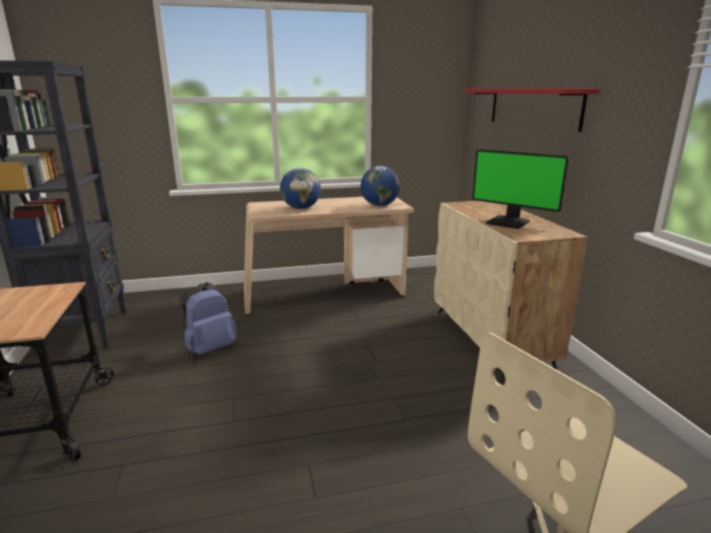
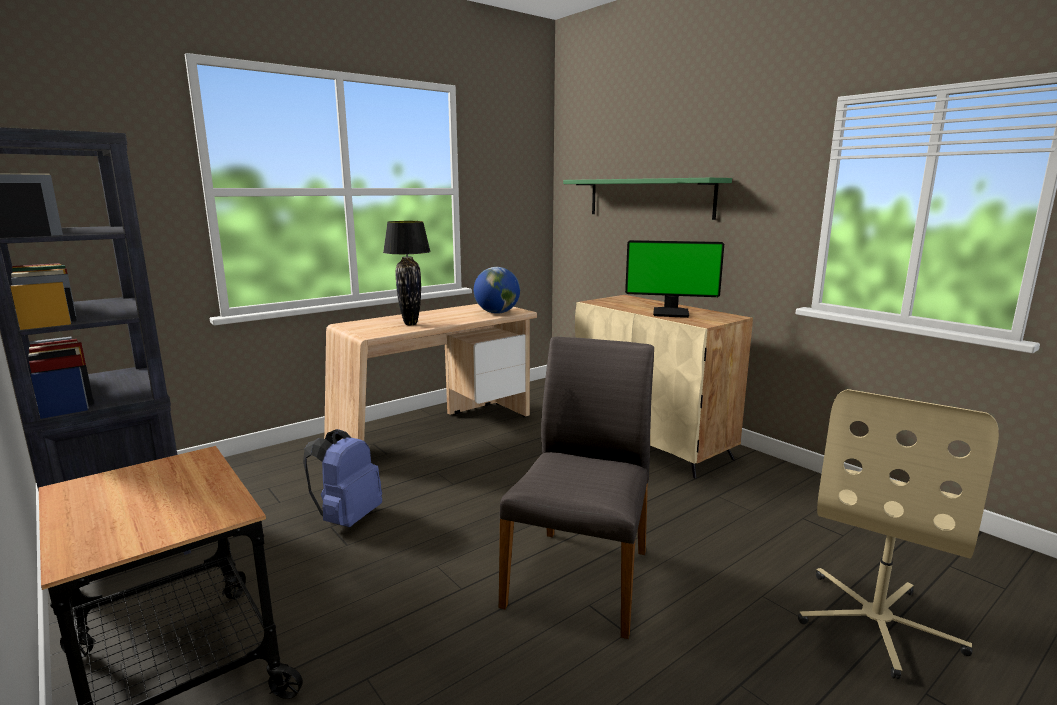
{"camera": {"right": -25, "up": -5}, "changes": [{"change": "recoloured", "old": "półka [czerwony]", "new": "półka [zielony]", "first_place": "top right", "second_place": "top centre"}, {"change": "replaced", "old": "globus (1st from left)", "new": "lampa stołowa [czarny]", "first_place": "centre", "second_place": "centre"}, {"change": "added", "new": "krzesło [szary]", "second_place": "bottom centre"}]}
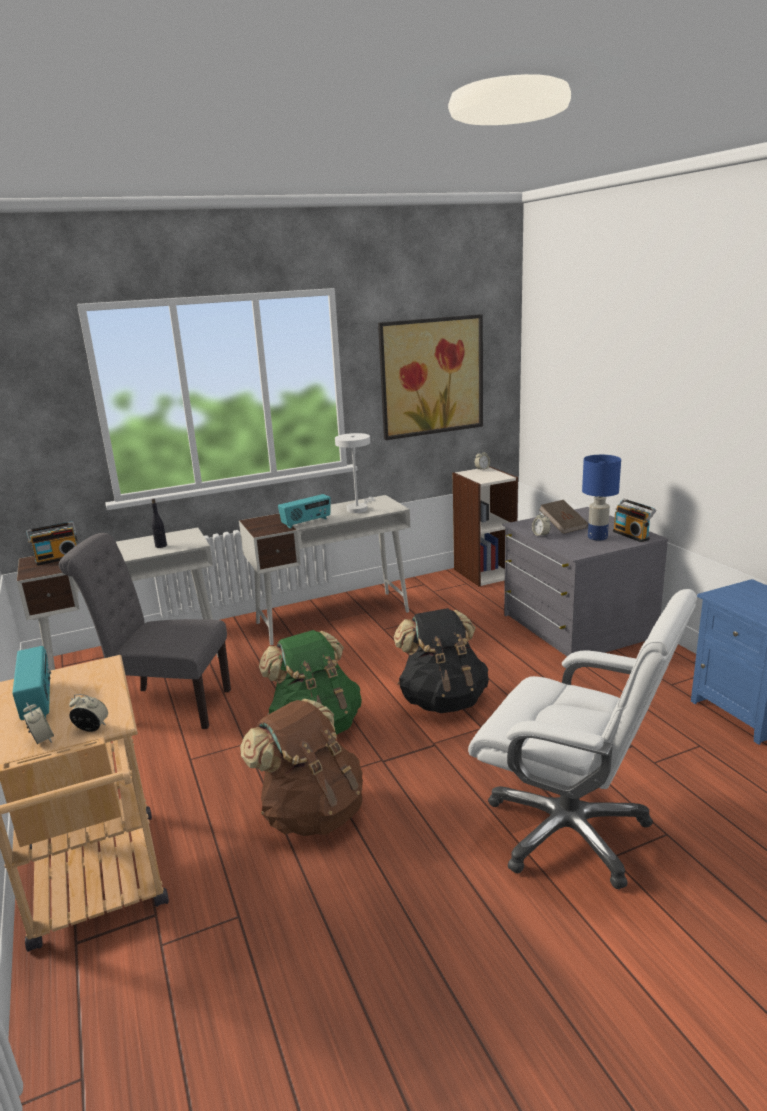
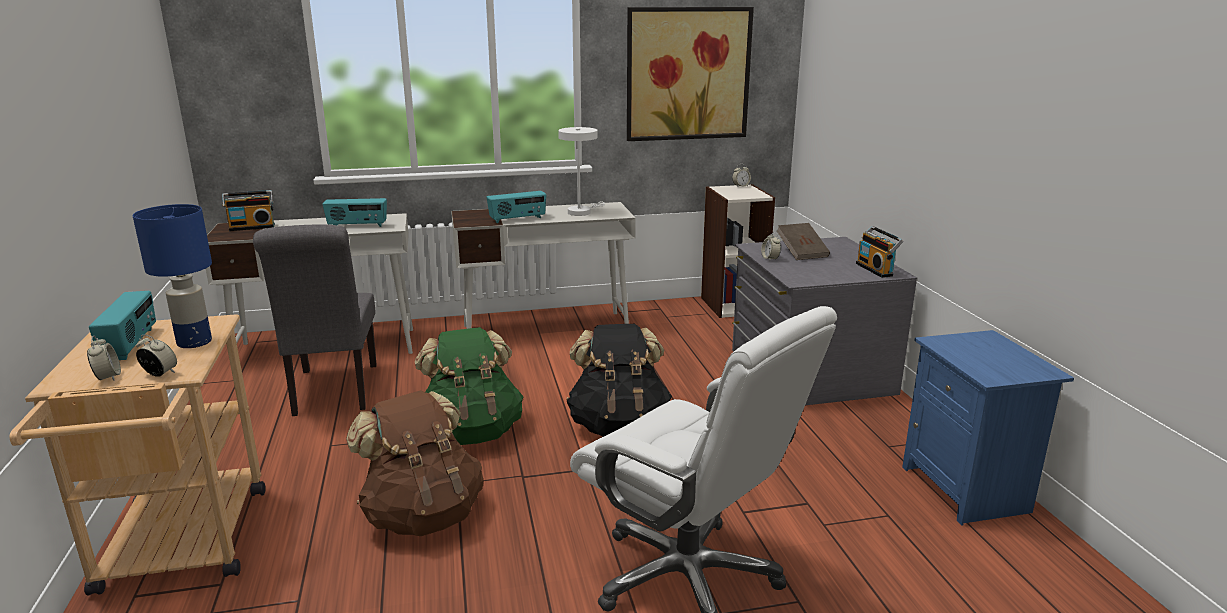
{"camera": {"right": 10, "up": 0}, "changes": [{"change": "moved", "old": "lampa stołowa [niebieski]", "first_place": "middle right", "second_place": "middle left"}, {"change": "replaced", "old": "butelka [czarny]", "new": "radio (3rd from left)", "first_place": "middle left", "second_place": "middle left"}, {"change": "turned", "old": "krzesło [szary]", "first_place": "middle left", "second_place": "middle left", "degrees": -120}]}
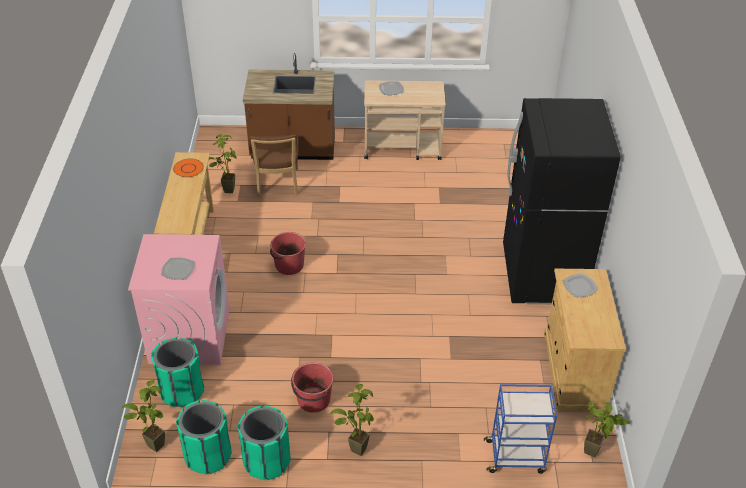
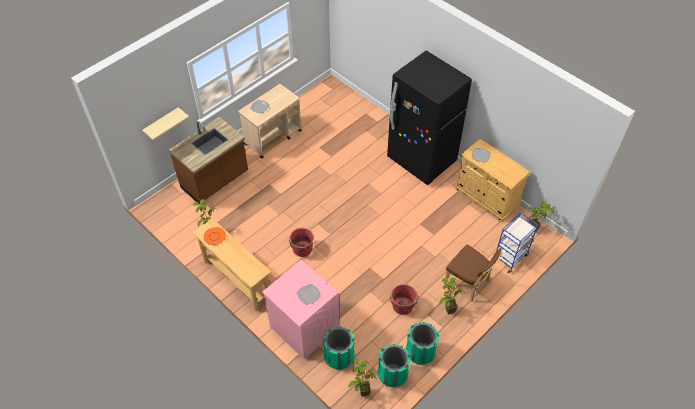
{"camera": {"right": -45, "up": 10}, "changes": [{"change": "moved", "old": "krzesło [brązowy]", "first_place": "centre", "second_place": "bottom right"}, {"change": "added", "new": "półka [beżowy]", "second_place": "top left"}]}
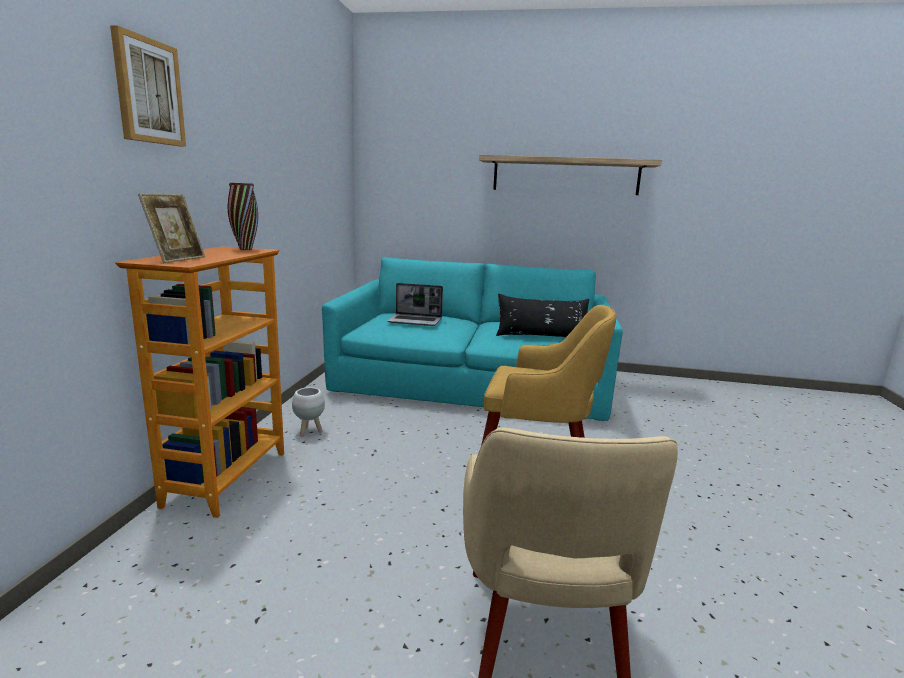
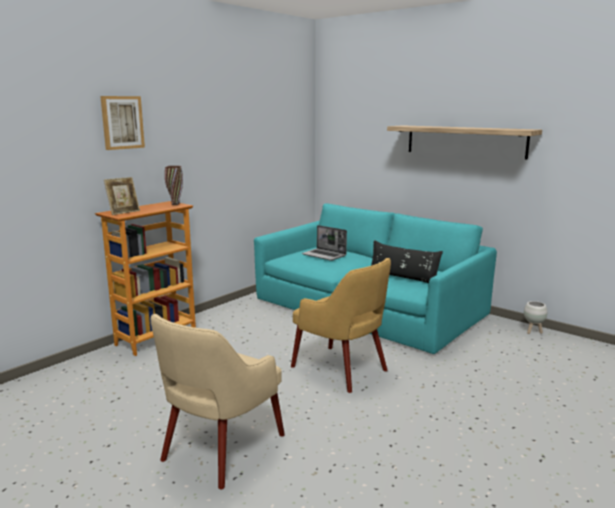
{"camera": {"right": 30, "up": 0}, "changes": [{"change": "moved", "old": "donica [biały]", "first_place": "centre", "second_place": "middle right"}]}
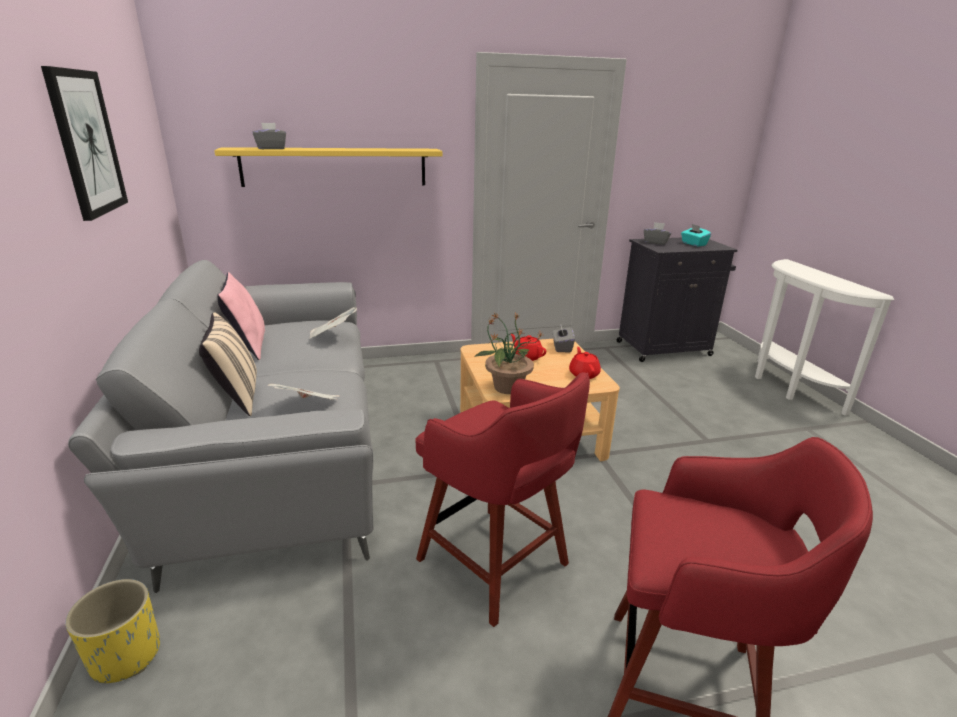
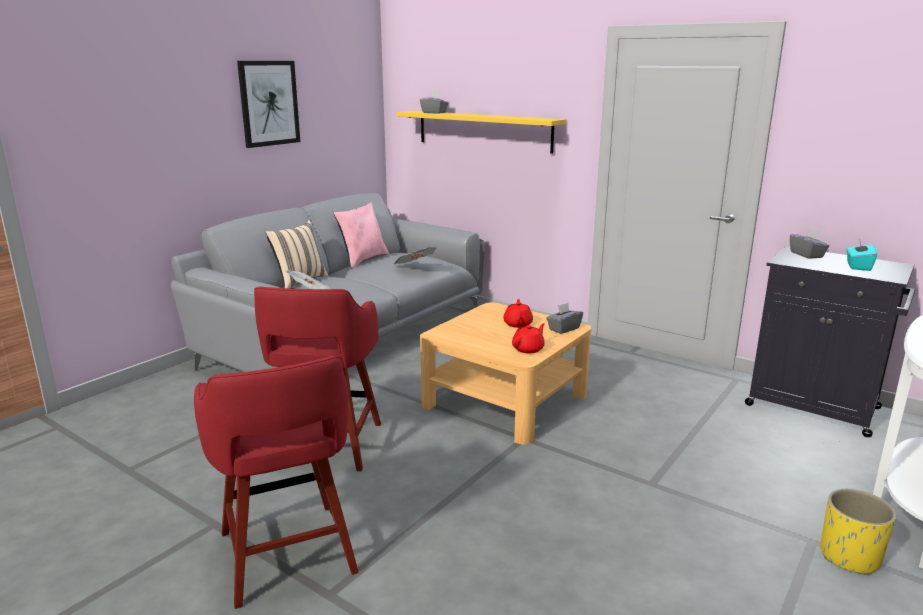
{"camera": {"right": 50, "up": -5}, "changes": [{"change": "removed", "old": "roślina doniczkowa", "first_place": "centre"}, {"change": "moved", "old": "donica [żółty]", "first_place": "bottom left", "second_place": "bottom right"}]}
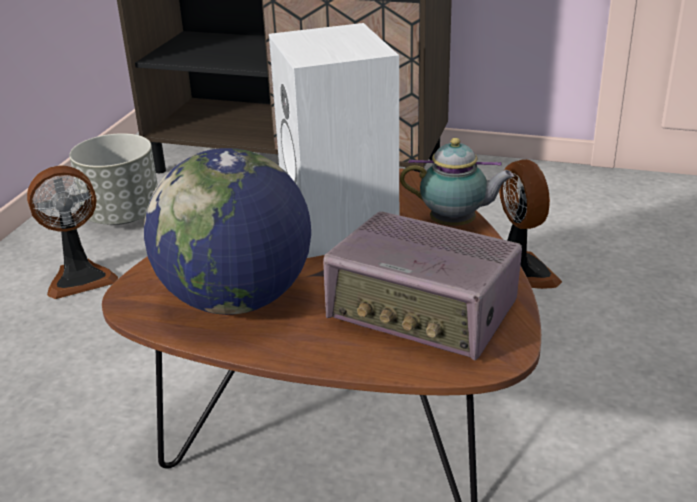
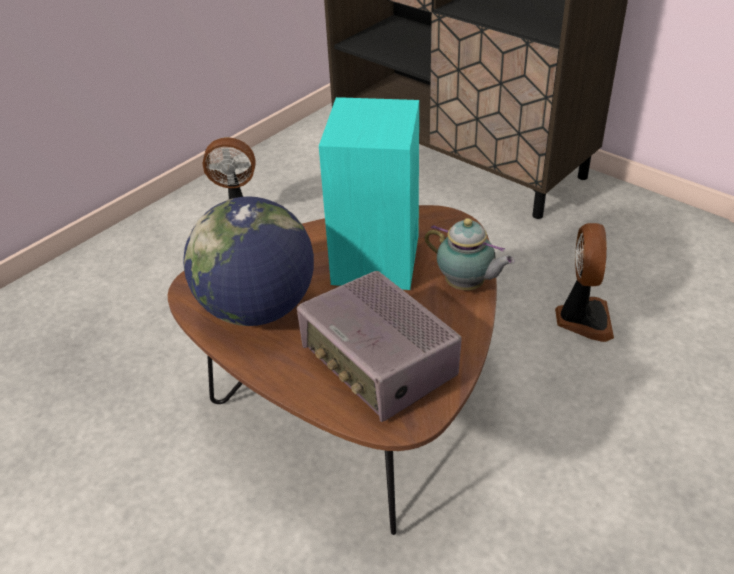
{"camera": {"right": 25, "up": 10}, "changes": [{"change": "recoloured", "old": "głośnik [biały]", "new": "głośnik [turkusowy]", "first_place": "top centre", "second_place": "centre"}, {"change": "removed", "old": "donica [szary]", "first_place": "middle left"}]}
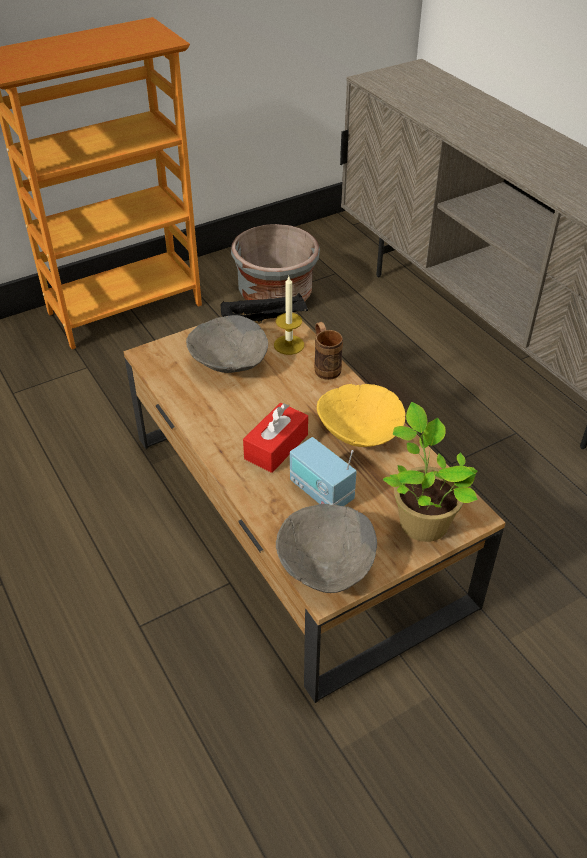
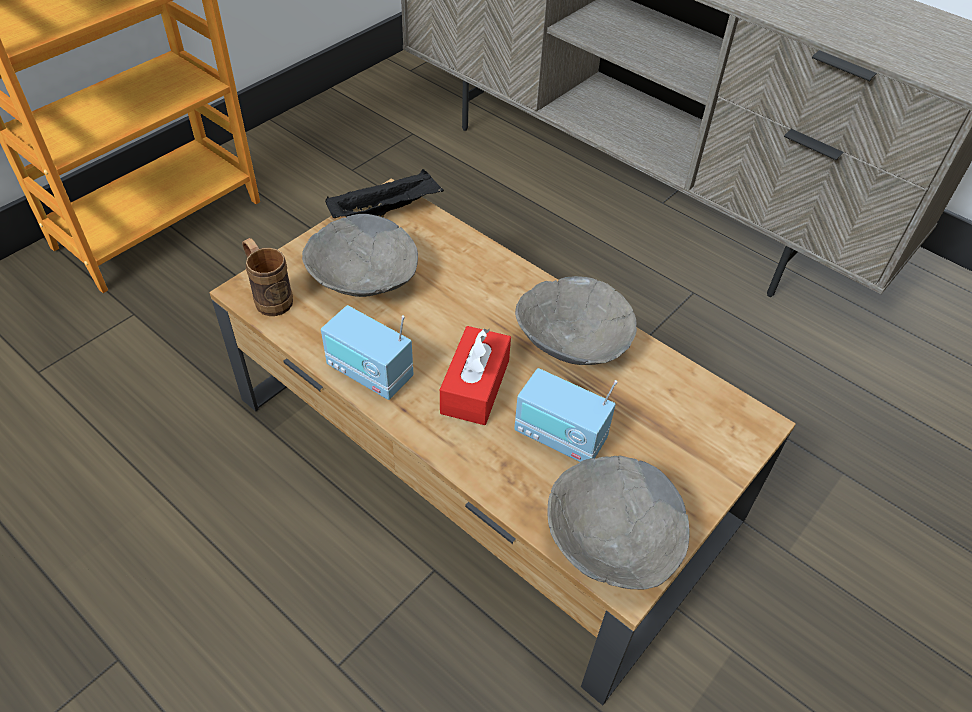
{"camera": {"right": -20, "up": 5}, "changes": [{"change": "removed", "old": "donica [szary]", "first_place": "top centre"}, {"change": "removed", "old": "świeca", "first_place": "centre"}, {"change": "moved", "old": "kubek [brązowy]", "first_place": "centre", "second_place": "middle left"}, {"change": "recoloured", "old": "miska [żółty]", "new": "miska [szary] (2nd from left)", "first_place": "centre", "second_place": "centre"}, {"change": "removed", "old": "roślina doniczkowa", "first_place": "middle right"}, {"change": "added", "new": "radio (1st from left)", "second_place": "centre"}]}
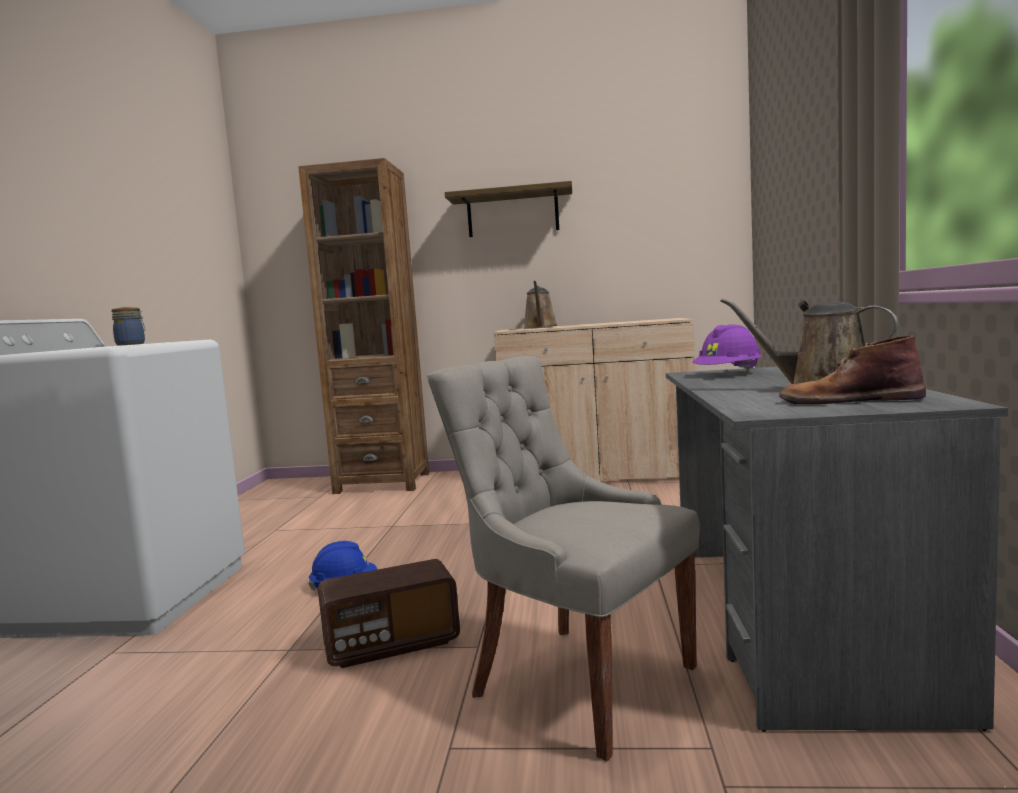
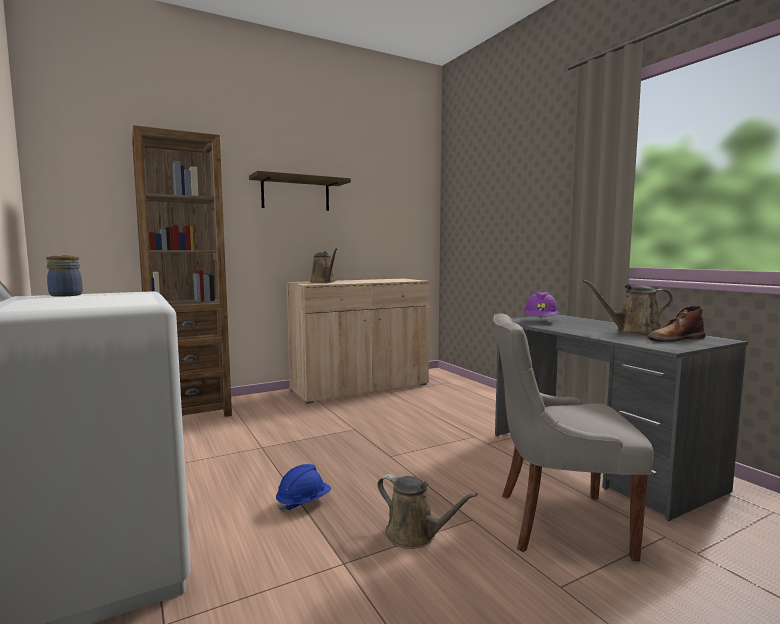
{"camera": {"right": -35, "up": 0}, "changes": [{"change": "replaced", "old": "radio", "new": "konewka [brązowy] (2nd from left)", "first_place": "bottom centre", "second_place": "bottom centre"}]}
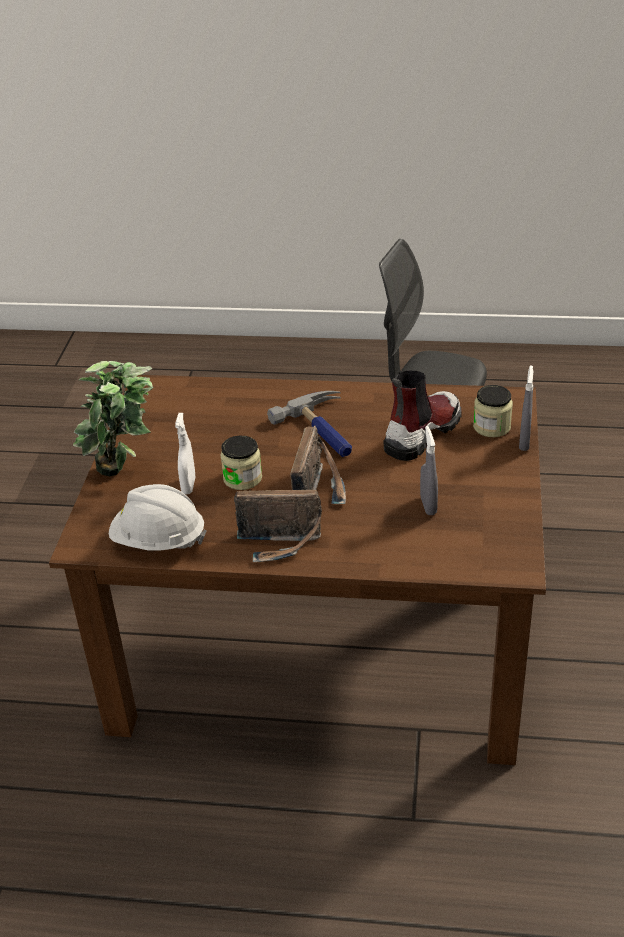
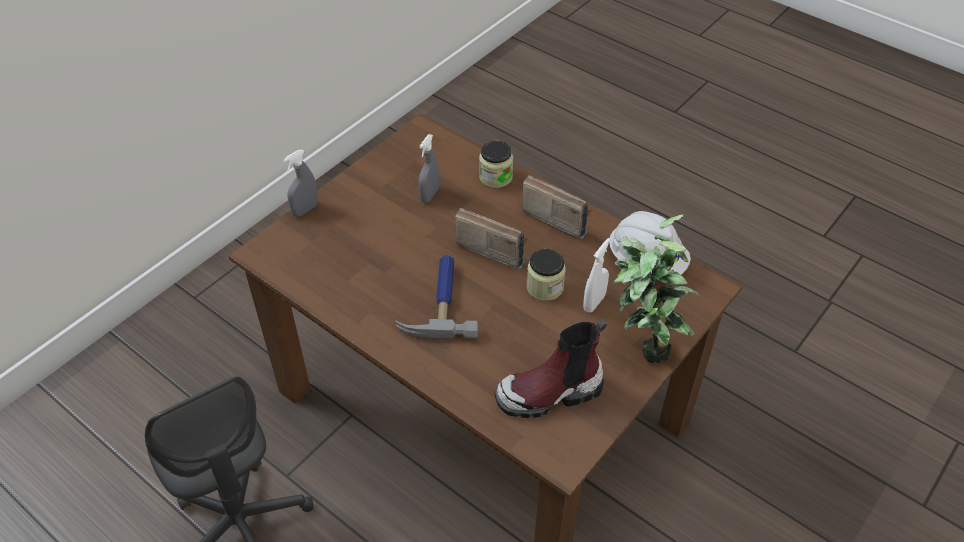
{"camera": {"right": -150, "up": 10}, "changes": [{"change": "moved", "old": "but z cholewką", "first_place": "middle right", "second_place": "bottom centre"}, {"change": "moved", "old": "słoik (2nd from left in the first image)", "new": "słoik (1st from left)", "first_place": "middle right", "second_place": "top centre"}, {"change": "turned", "old": "radio (2nd from left in the first image)", "first_place": "centre", "second_place": "centre", "degrees": 75}]}
